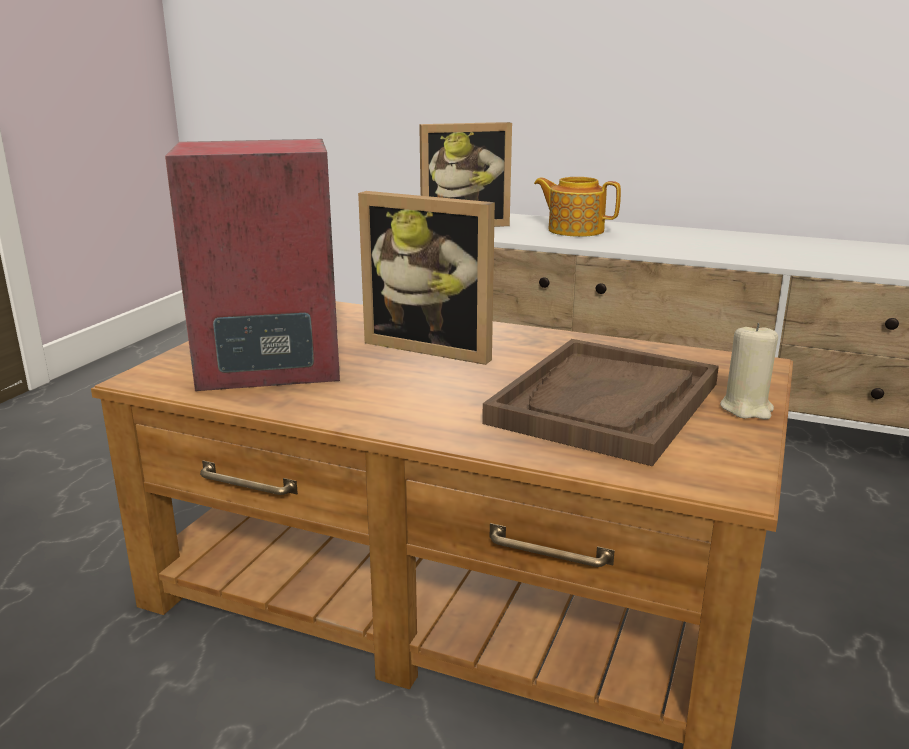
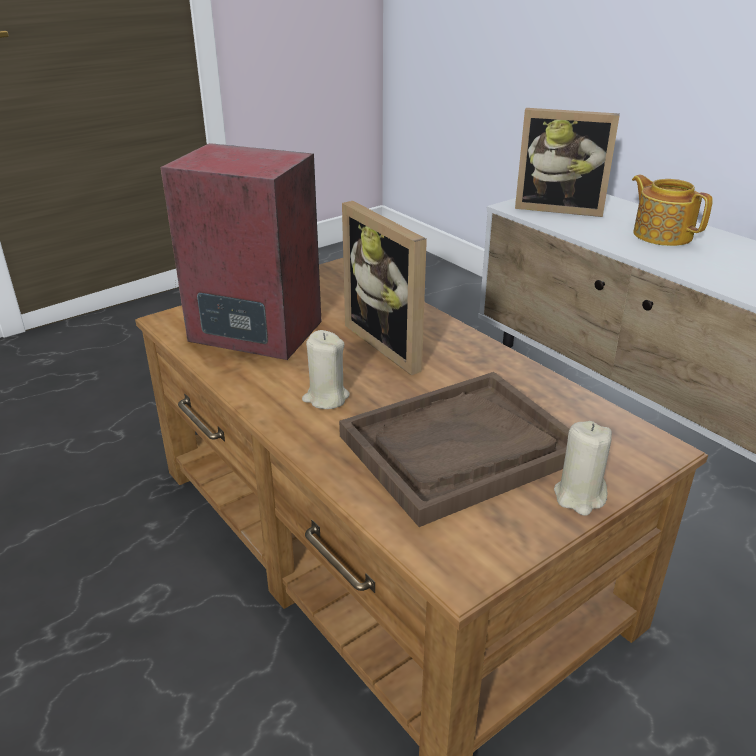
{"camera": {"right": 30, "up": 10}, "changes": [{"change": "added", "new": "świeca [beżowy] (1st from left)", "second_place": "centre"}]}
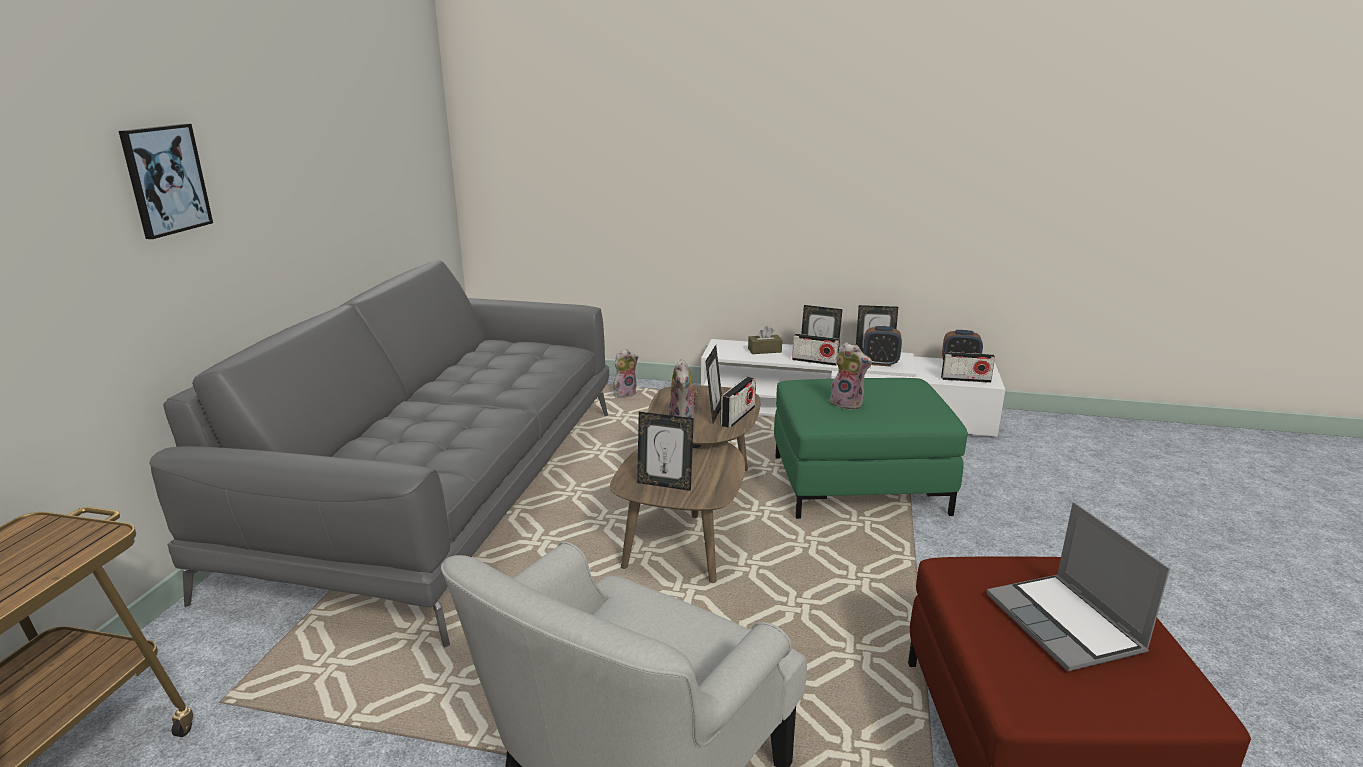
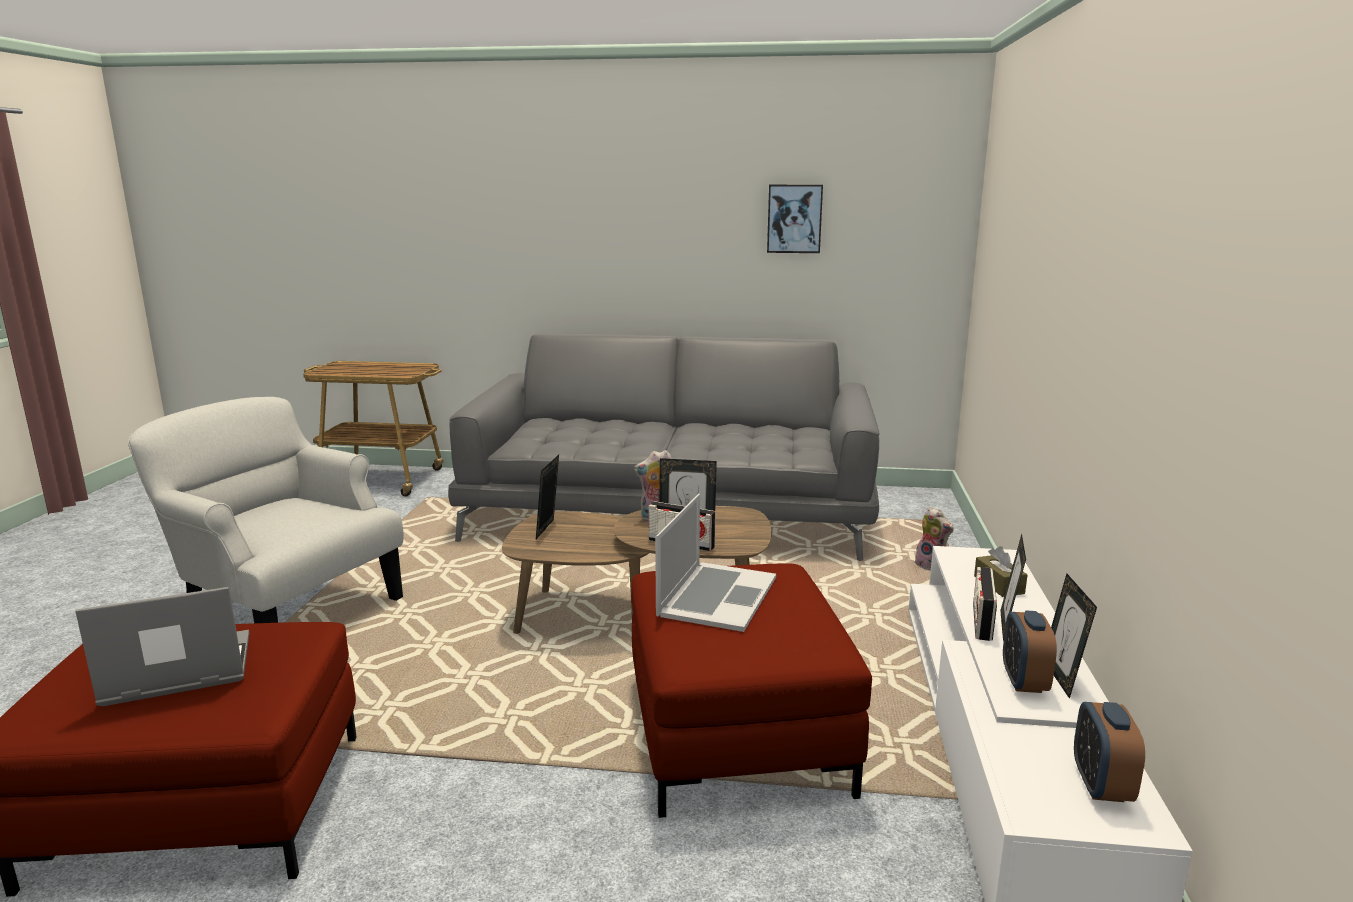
{"camera": {"right": 85, "up": -5}, "changes": [{"change": "moved", "old": "obraz", "first_place": "top left", "second_place": "top centre"}, {"change": "replaced", "old": "pluszak (3rd from left)", "new": "laptop (2nd from left)", "first_place": "centre", "second_place": "centre"}, {"change": "removed", "old": "radio (3rd from left)", "first_place": "middle right"}, {"change": "recoloured", "old": "pufa [zielony]", "new": "pufa [czerwony] (2nd from left)", "first_place": "centre", "second_place": "bottom centre"}]}
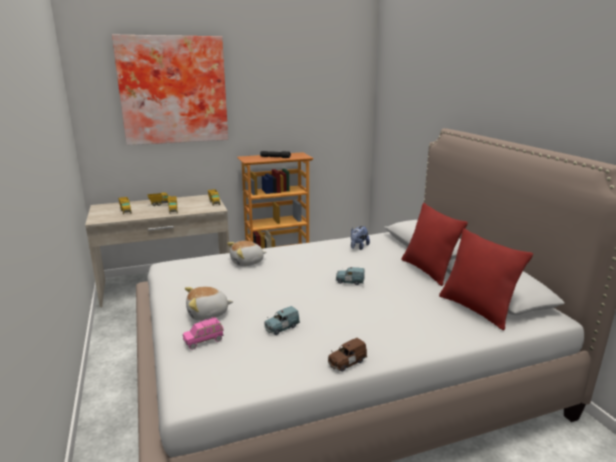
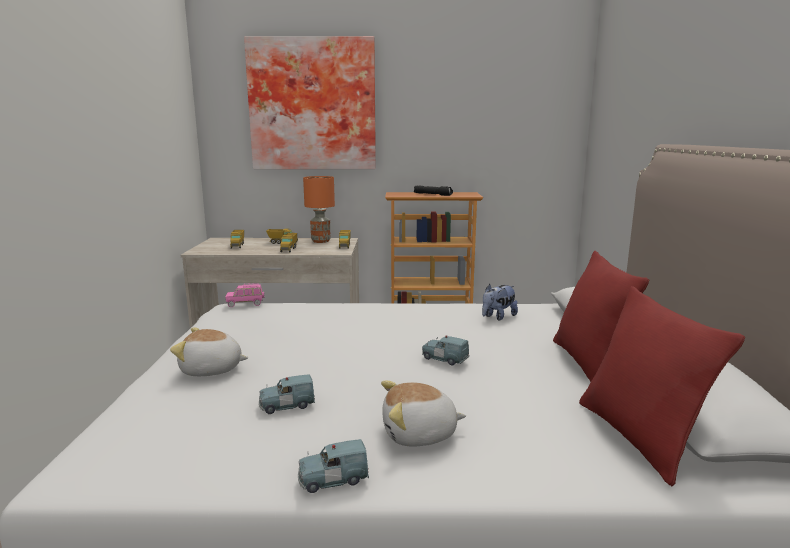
{"camera": {"right": 20, "up": -5}, "changes": [{"change": "moved", "old": "pluszak (2nd from left)", "first_place": "centre", "second_place": "bottom centre"}, {"change": "moved", "old": "samochodzik [różowy]", "first_place": "bottom left", "second_place": "middle left"}, {"change": "recoloured", "old": "samochodzik [brązowy]", "new": "samochodzik [niebieski] (2nd from left)", "first_place": "bottom centre", "second_place": "bottom centre"}, {"change": "added", "new": "lampa stołowa [pomarańczowy]", "second_place": "centre"}]}
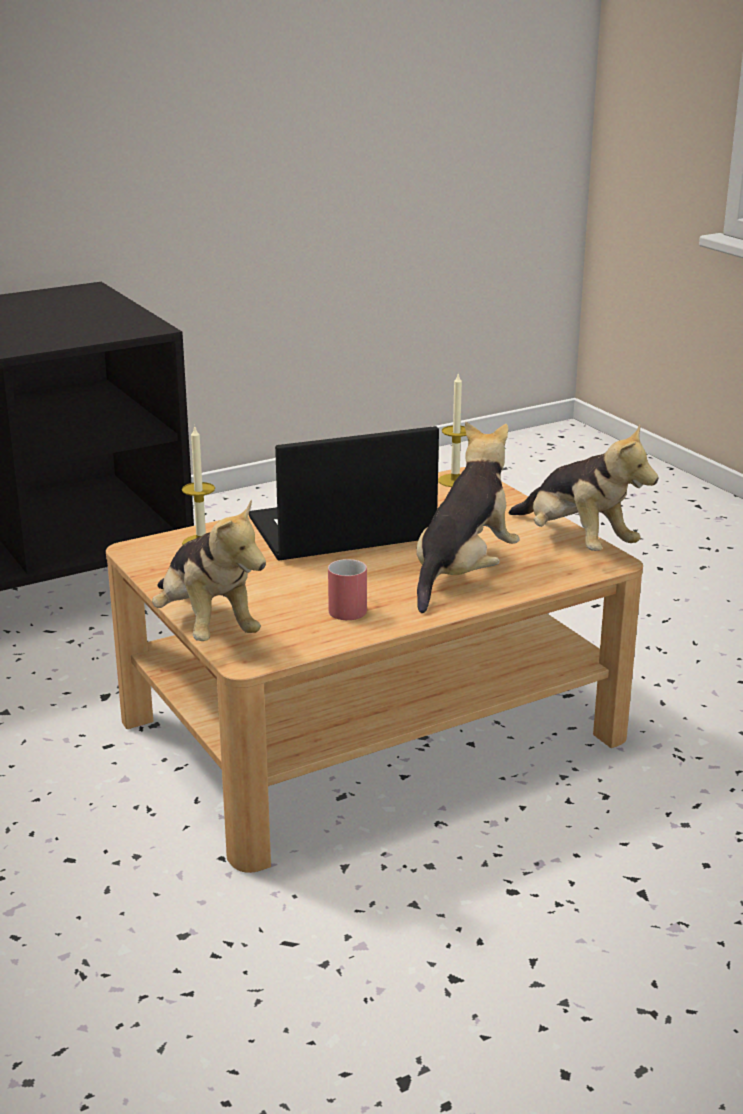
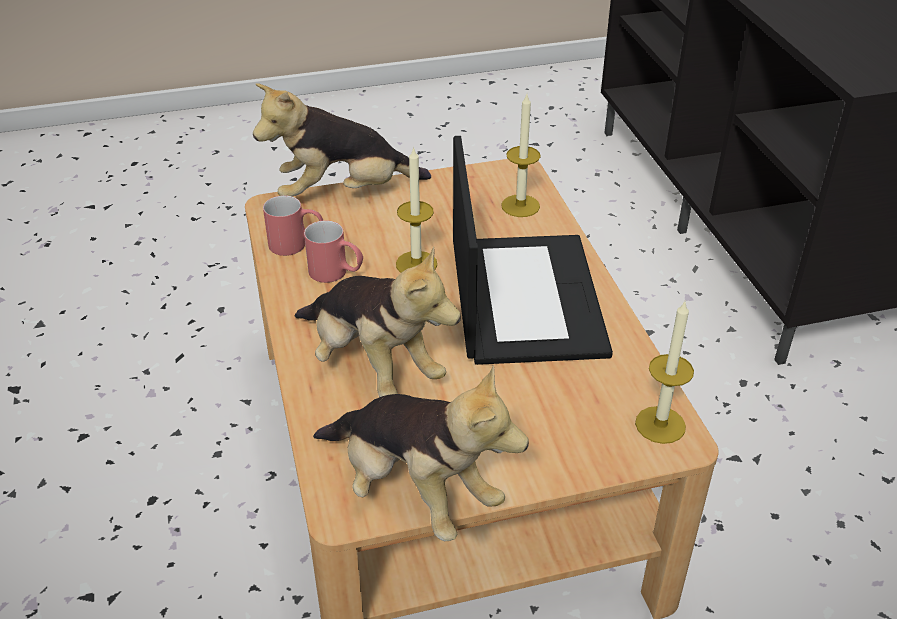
{"camera": {"right": 105, "up": 15}, "changes": [{"change": "turned", "old": "pluszak (3rd from left)", "first_place": "middle right", "second_place": "bottom centre", "degrees": -120}, {"change": "added", "new": "świeca (1st from left)", "second_place": "centre"}, {"change": "added", "new": "kubek [czerwony] (1st from left)", "second_place": "middle left"}]}
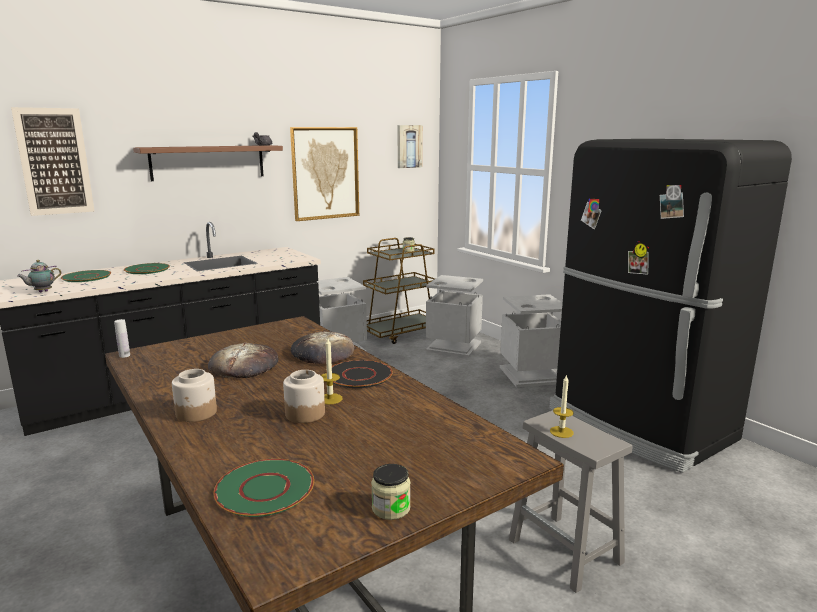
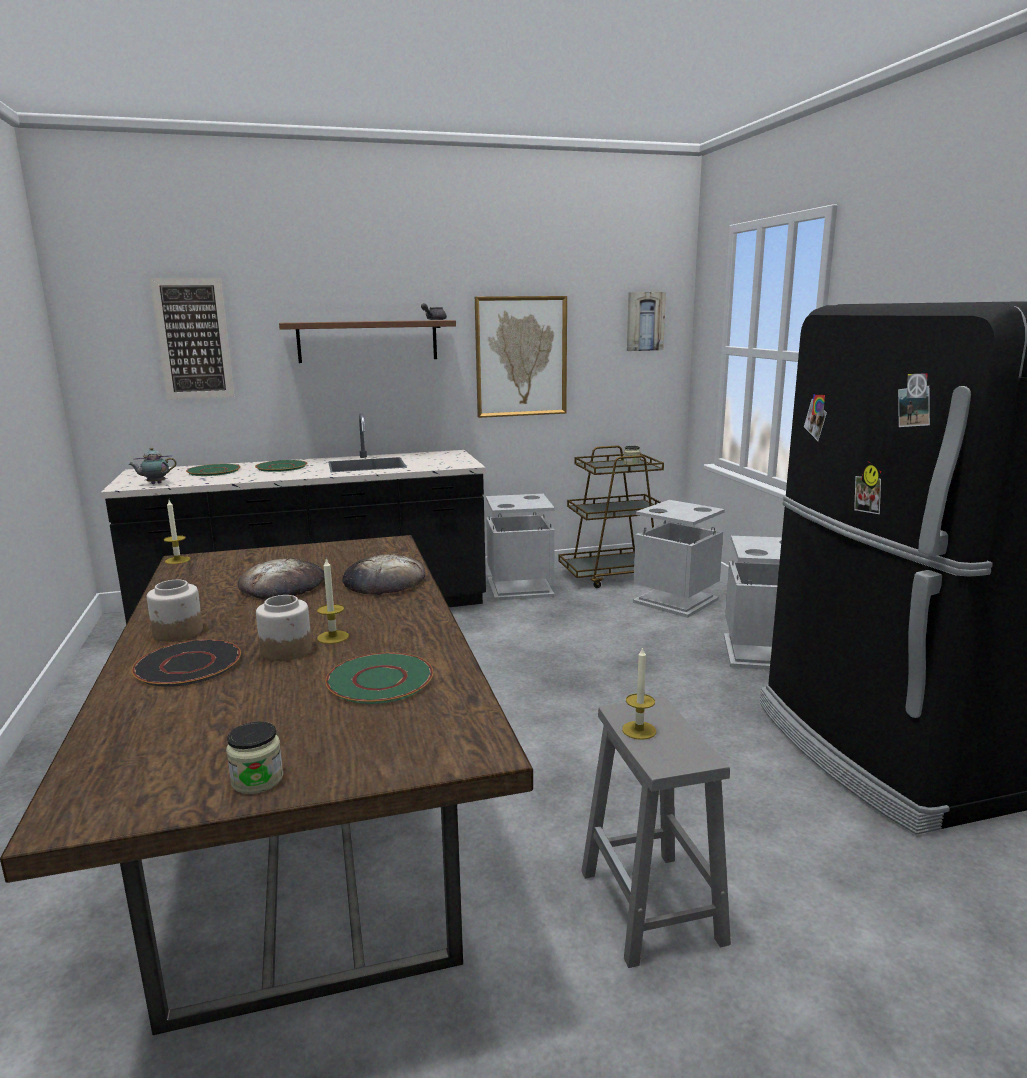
{"camera": {"right": 20, "up": 0}, "changes": [{"change": "replaced", "old": "butelka [biały]", "new": "świeca (1st from left)", "first_place": "middle left", "second_place": "middle left"}, {"change": "moved", "old": "talerz [czarny]", "first_place": "centre", "second_place": "middle left"}, {"change": "moved", "old": "talerz [zielony] (3rd from left)", "first_place": "bottom left", "second_place": "centre"}]}
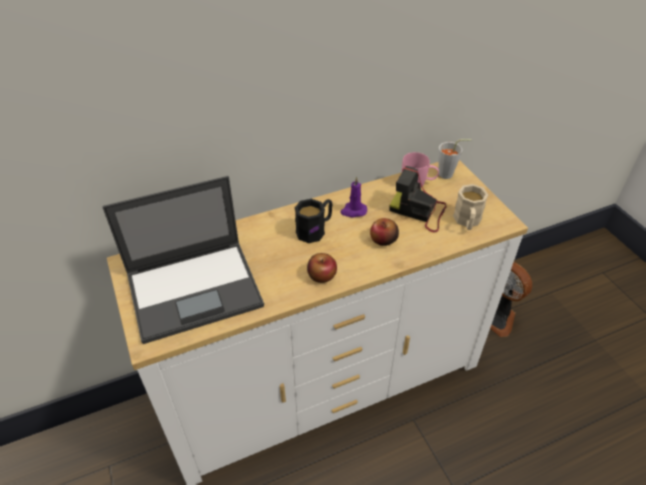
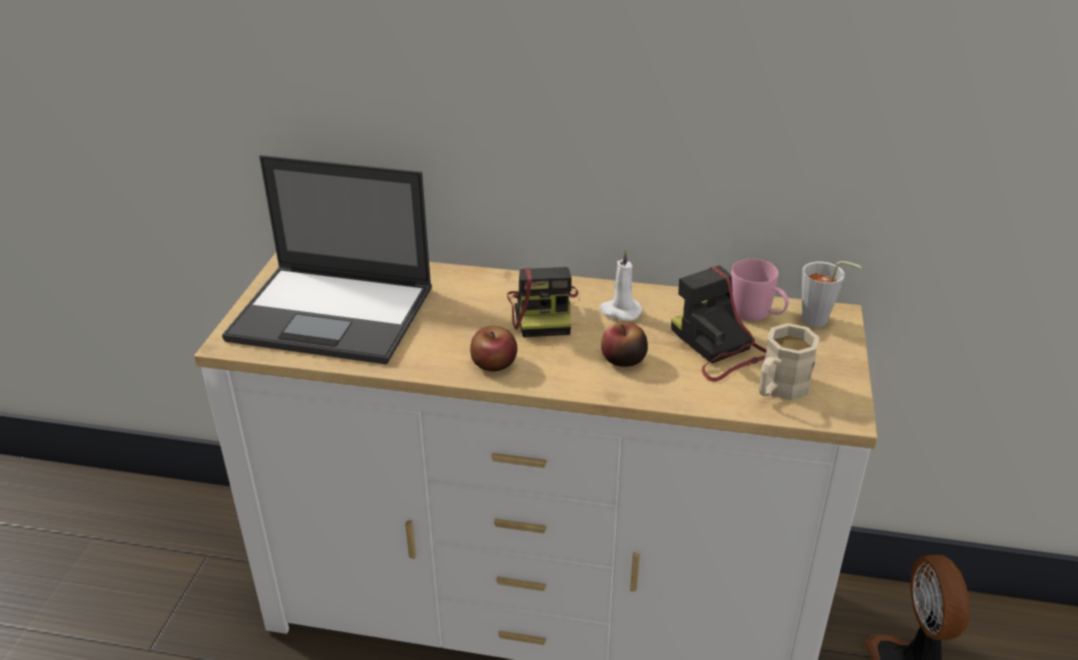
{"camera": {"right": 35, "up": -10}, "changes": [{"change": "recoloured", "old": "świeca [fioletowy]", "new": "świeca [biały]", "first_place": "centre", "second_place": "centre"}, {"change": "replaced", "old": "kubek [czarny]", "new": "aparat fotograficzny (1st from left)", "first_place": "centre", "second_place": "centre"}]}
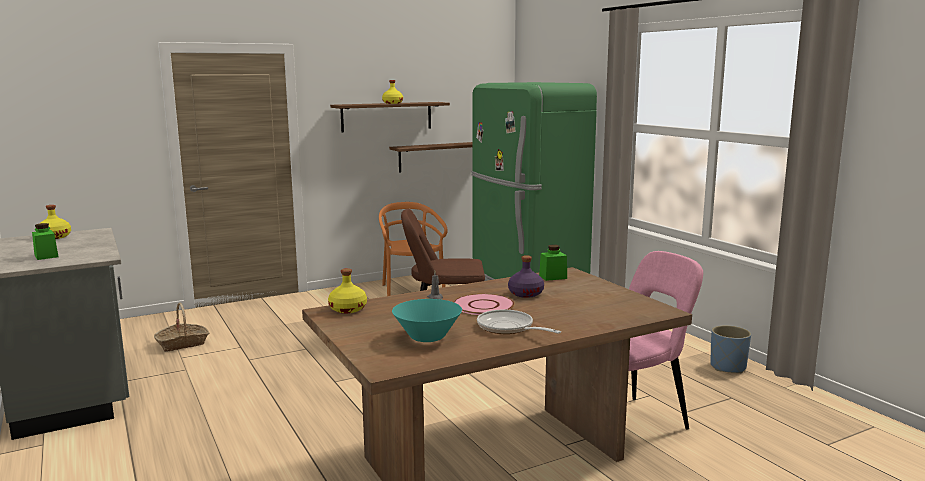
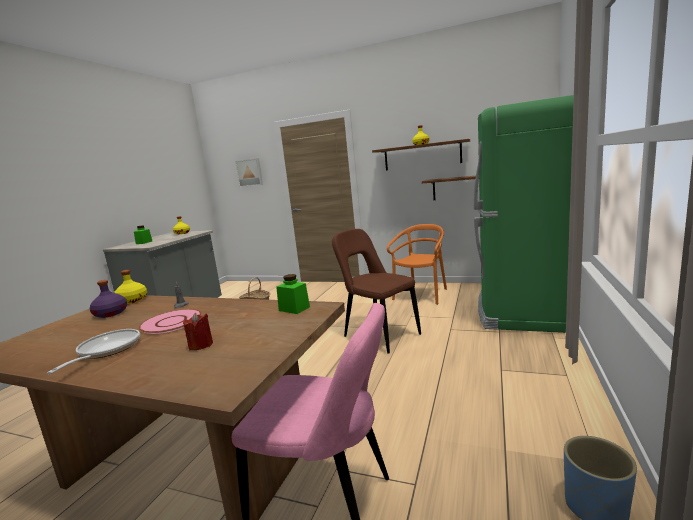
{"camera": {"right": 50, "up": 0}, "changes": [{"change": "moved", "old": "butelka [fioletowy]", "first_place": "centre", "second_place": "middle left"}, {"change": "removed", "old": "miska [turkusowy]", "first_place": "centre"}, {"change": "added", "new": "obraz", "second_place": "top centre"}, {"change": "added", "new": "świeca [czerwony]", "second_place": "middle left"}]}
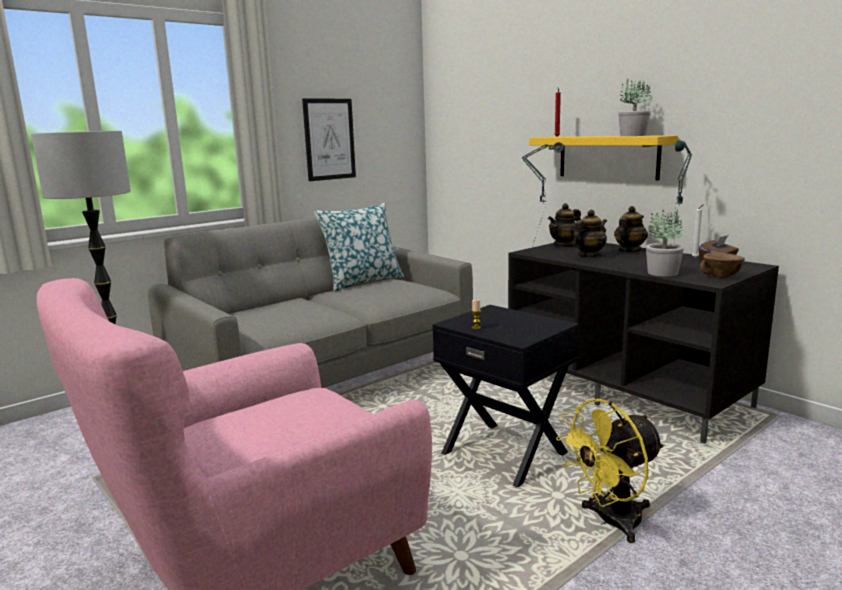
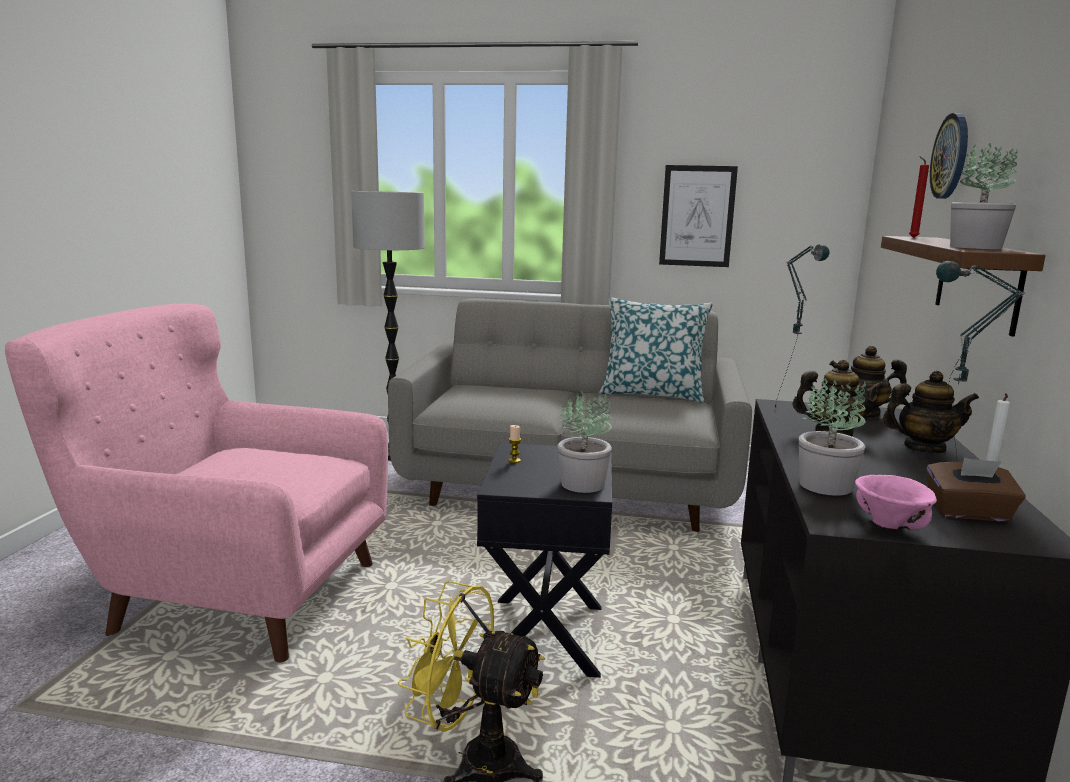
{"camera": {"right": 50, "up": 0}, "changes": [{"change": "recoloured", "old": "półka [żółty]", "new": "półka [brązowy]", "first_place": "top right", "second_place": "middle right"}, {"change": "recoloured", "old": "miska [brązowy]", "new": "miska [różowy]", "first_place": "middle right", "second_place": "middle right"}, {"change": "added", "new": "zegar ścienny", "second_place": "top right"}, {"change": "added", "new": "roślina doniczkowa (1st from left)", "second_place": "centre"}]}
